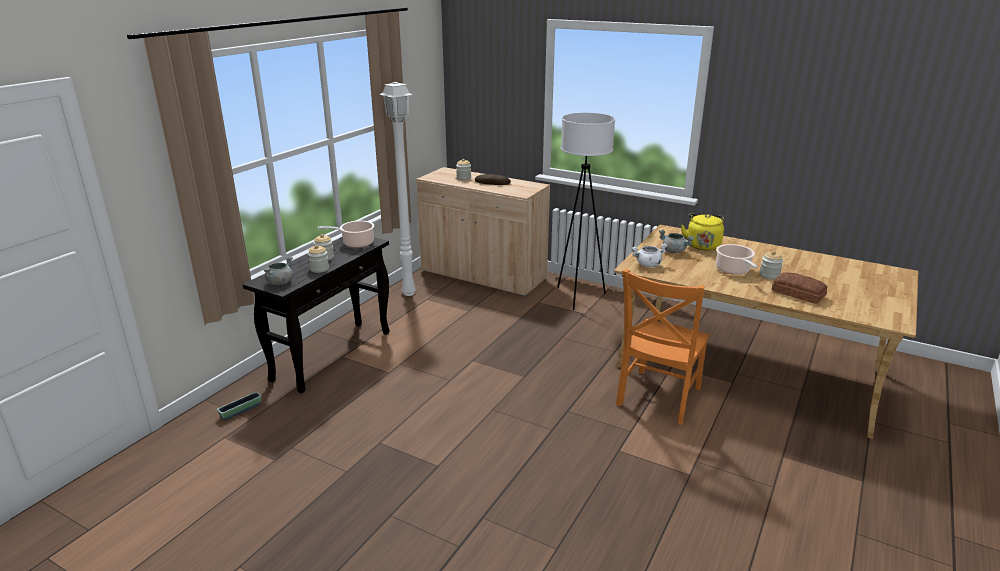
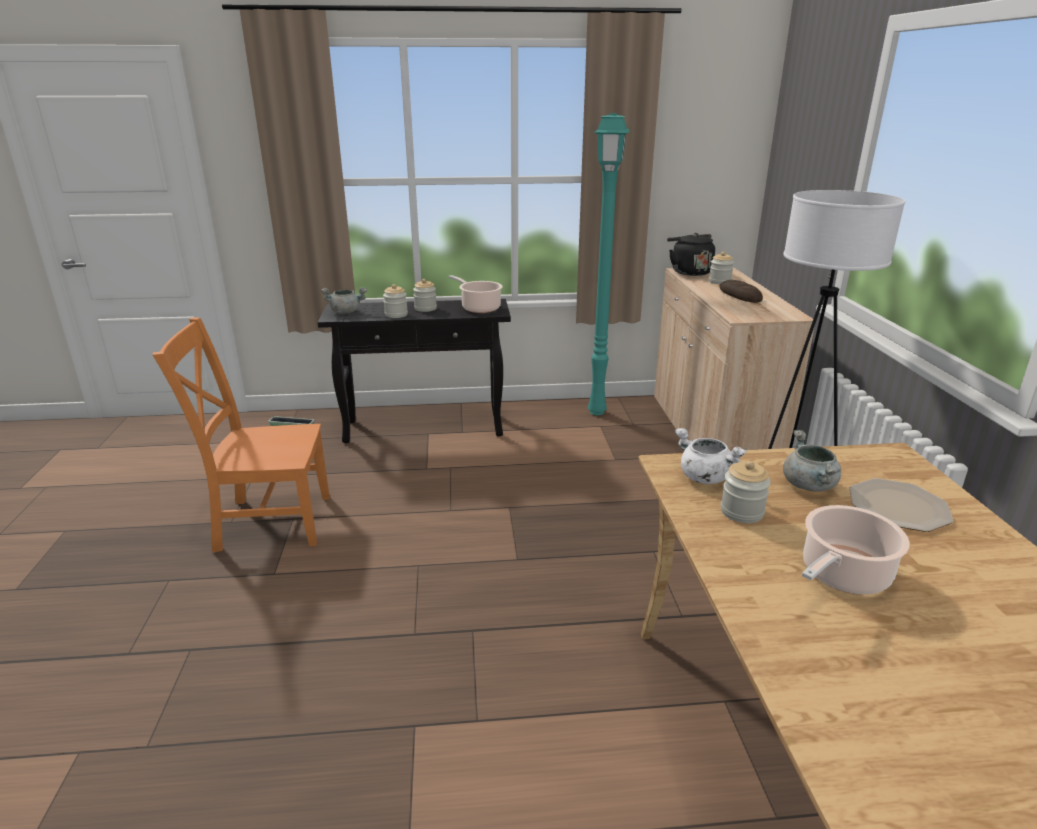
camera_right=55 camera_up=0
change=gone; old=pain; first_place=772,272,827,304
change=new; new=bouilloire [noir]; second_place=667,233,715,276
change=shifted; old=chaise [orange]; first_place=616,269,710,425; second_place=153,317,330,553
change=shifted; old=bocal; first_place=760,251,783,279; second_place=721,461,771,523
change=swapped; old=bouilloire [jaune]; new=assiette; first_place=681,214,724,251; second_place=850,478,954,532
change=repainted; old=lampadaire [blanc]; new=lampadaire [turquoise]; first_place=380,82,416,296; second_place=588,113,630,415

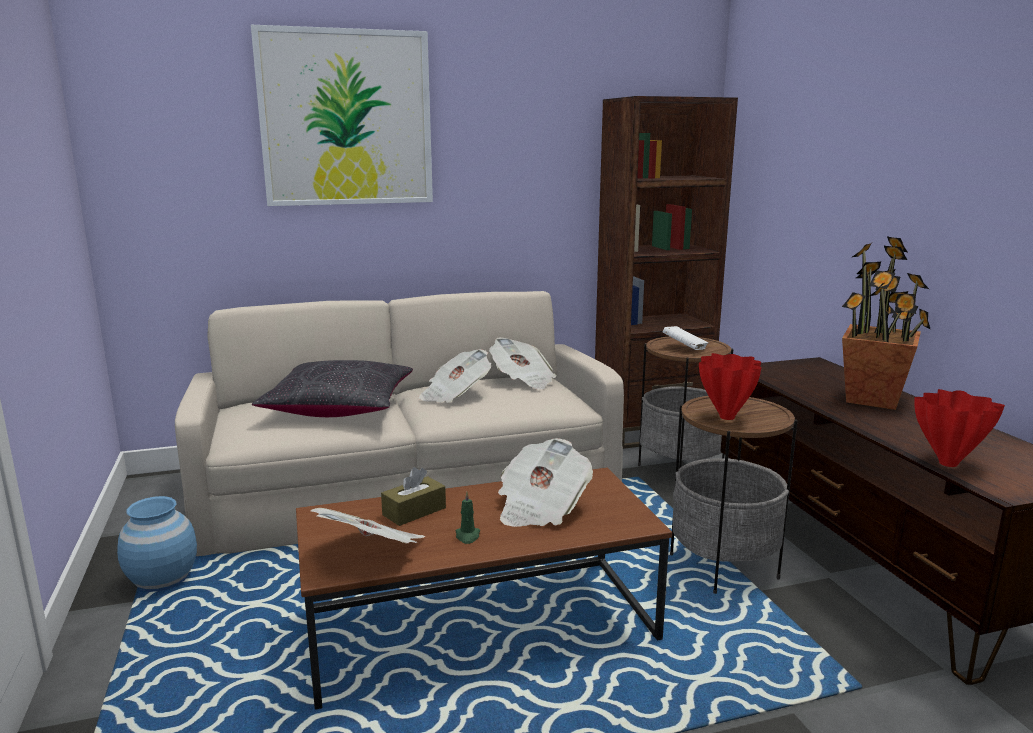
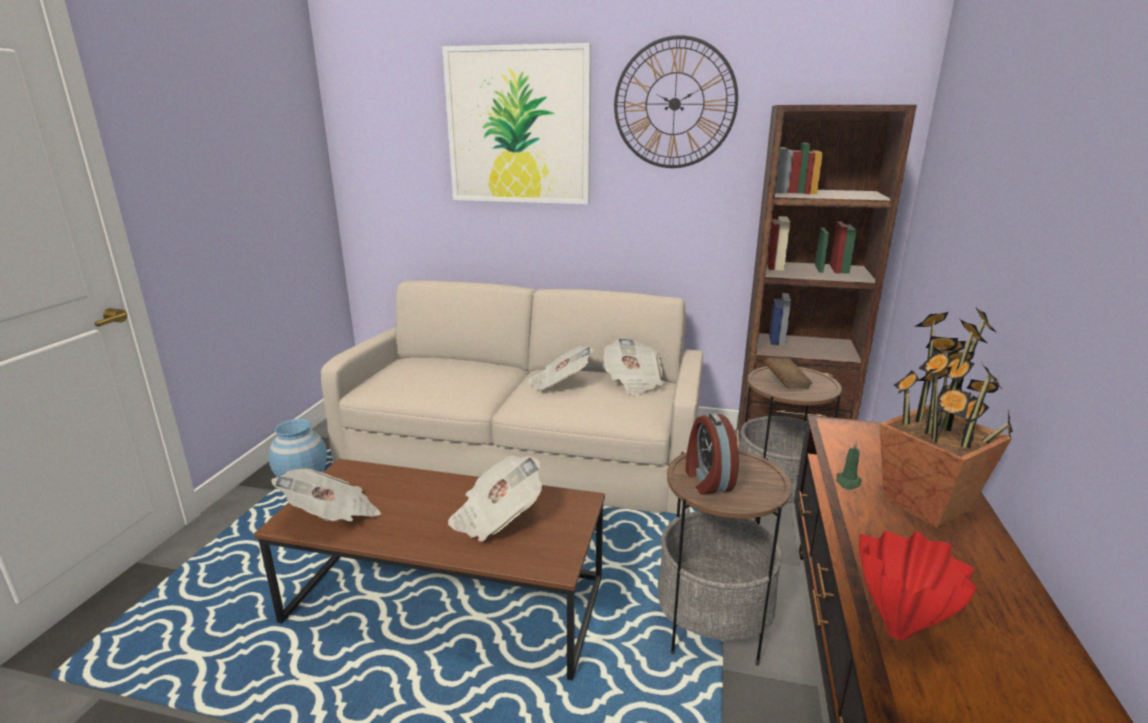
camera_right=30 camera_up=5
change=gone; old=coussin [noir]; first_place=252,360,413,417
change=gone; old=boîte à mouchoirs [marron]; first_place=381,467,446,526
change=new; new=horloge murale; second_place=614,35,738,168
change=shifted; old=bougie [vert]; first_place=456,492,480,544; second_place=836,441,862,490
change=swapped; old=vase [rouge]; new=réveil; first_place=699,353,761,420; second_place=685,413,739,494
change=repainted; old=livre [blanc]; new=livre [marron]; first_place=662,326,708,350; second_place=764,358,813,389

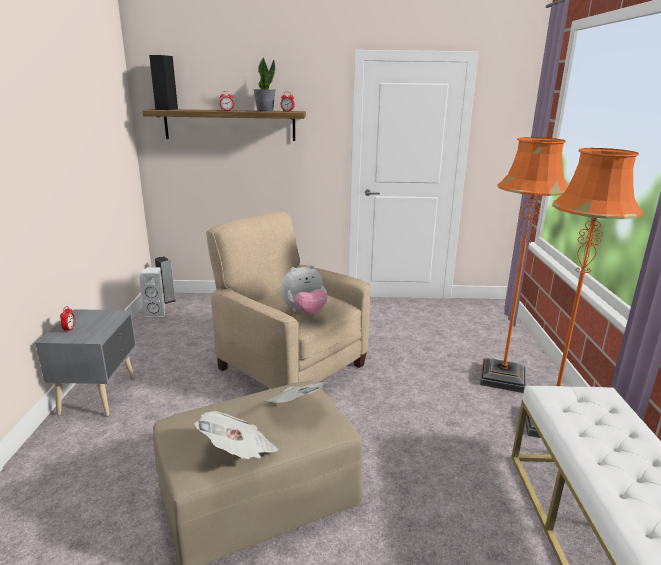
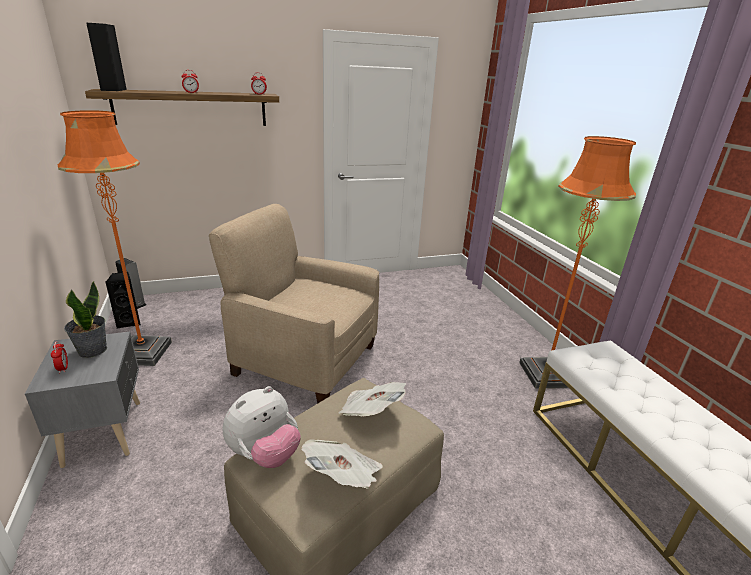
camera_right=-20 camera_up=5
change=shifted; old=plante en pot; first_place=253,57,275,111; second_place=64,281,107,358
change=shifted; old=peluche; first_place=280,265,327,315; second_place=223,386,301,468
change=shifted; old=lampadaire [orange]; first_place=480,137,568,393; second_place=57,110,172,366
change=repainted; old=enceinte [blanc]; new=enceinte [noir]; first_place=139,267,165,317; second_place=105,272,141,328

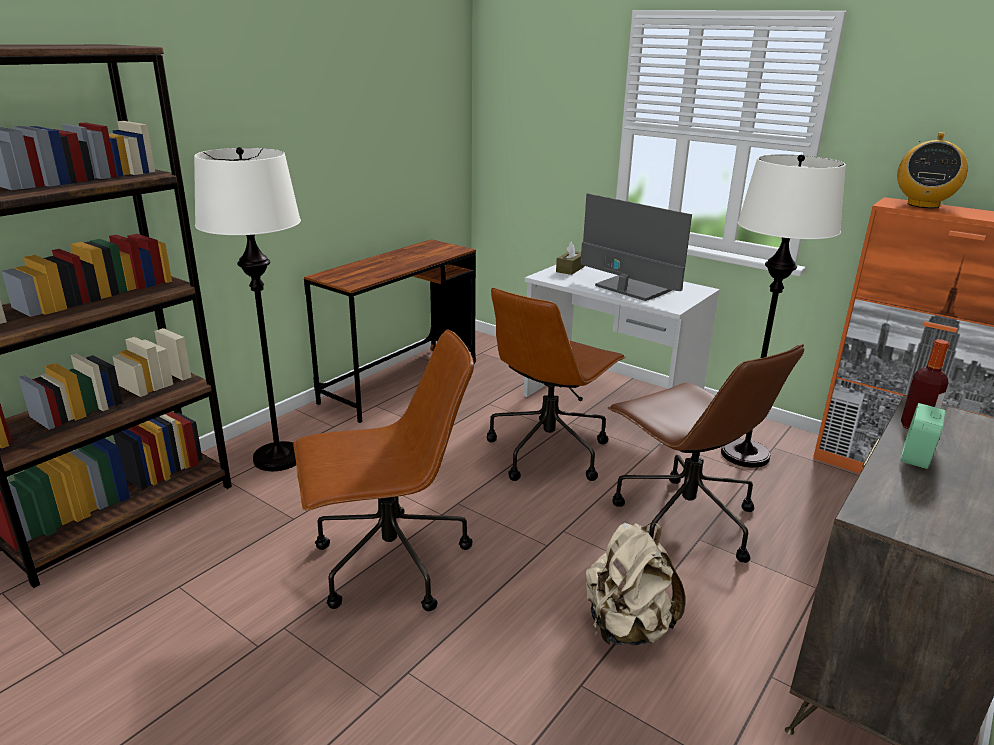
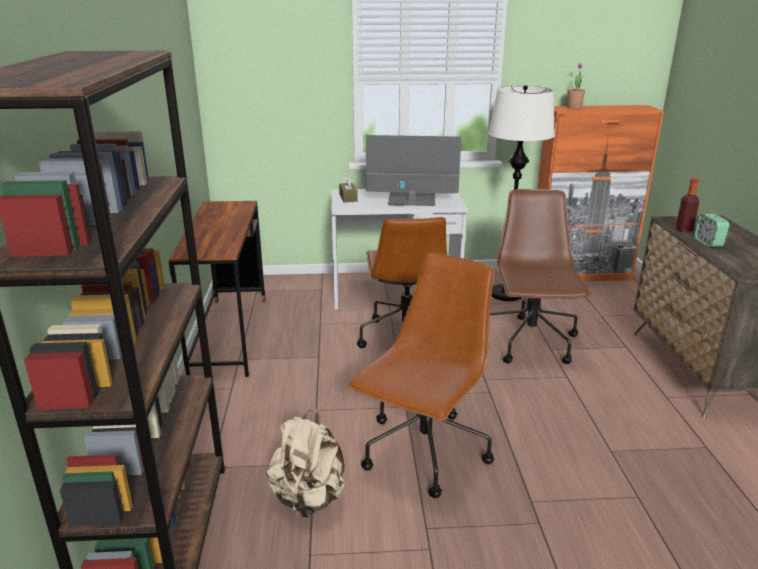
camera_right=-40 camera_up=0
change=gone; old=lampadaire [blanc]; first_place=194,147,301,471
change=shifted; old=sac à dos [beige]; first_place=586,523,685,645; second_place=267,409,345,518
change=swapped; old=radio; new=plante en pot; first_place=897,132,968,208; second_place=567,63,585,109
change=rotated; old=chaise de bureau [marron]; first_place=608,344,804,563; second_place=490,189,590,364; degrees=-105

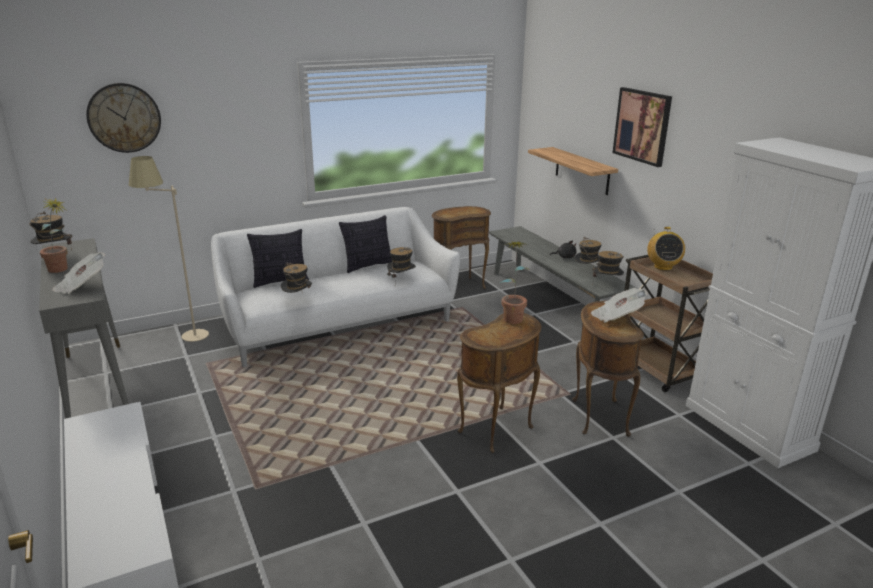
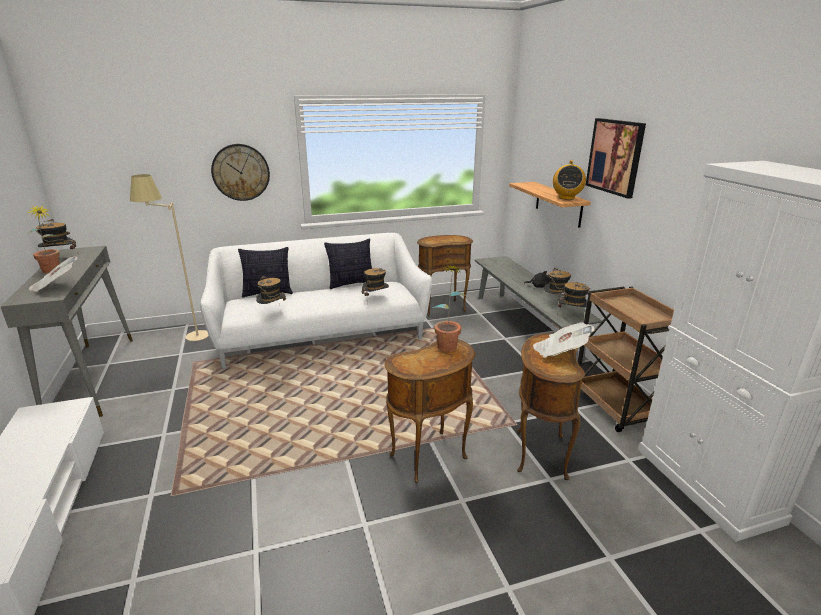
camera_right=10 camera_up=0
change=shifted; old=horloge murale; first_place=86,83,161,153; second_place=211,144,270,201
change=shifted; old=radio; first_place=647,227,685,271; second_place=553,160,586,200

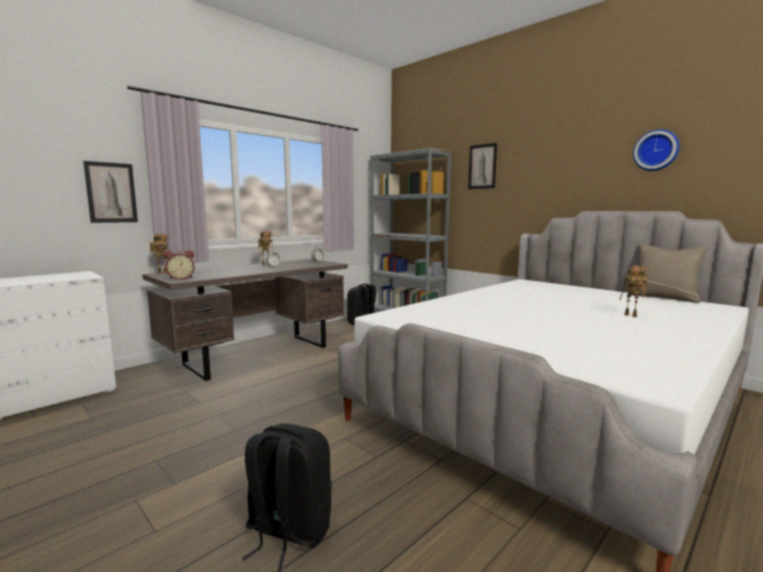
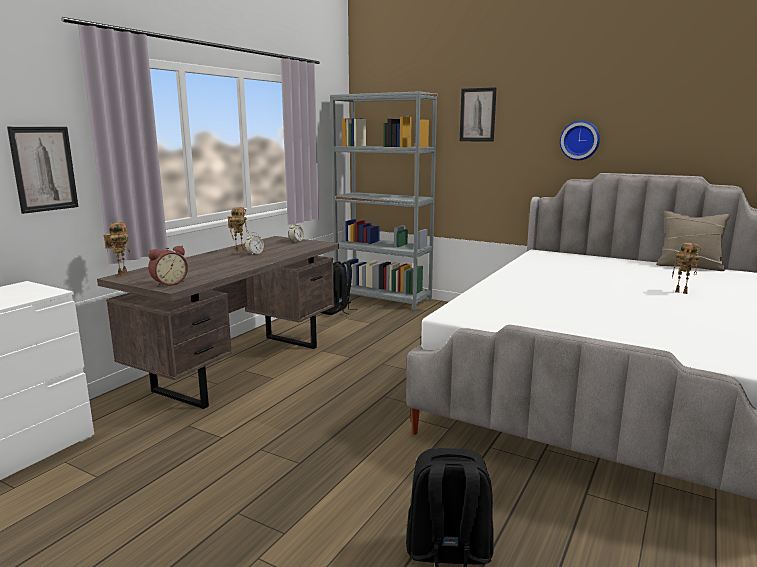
camera_right=-15 camera_up=5
change=shifted; old=horloge murale; first_place=633,129,680,171; second_place=560,121,600,160

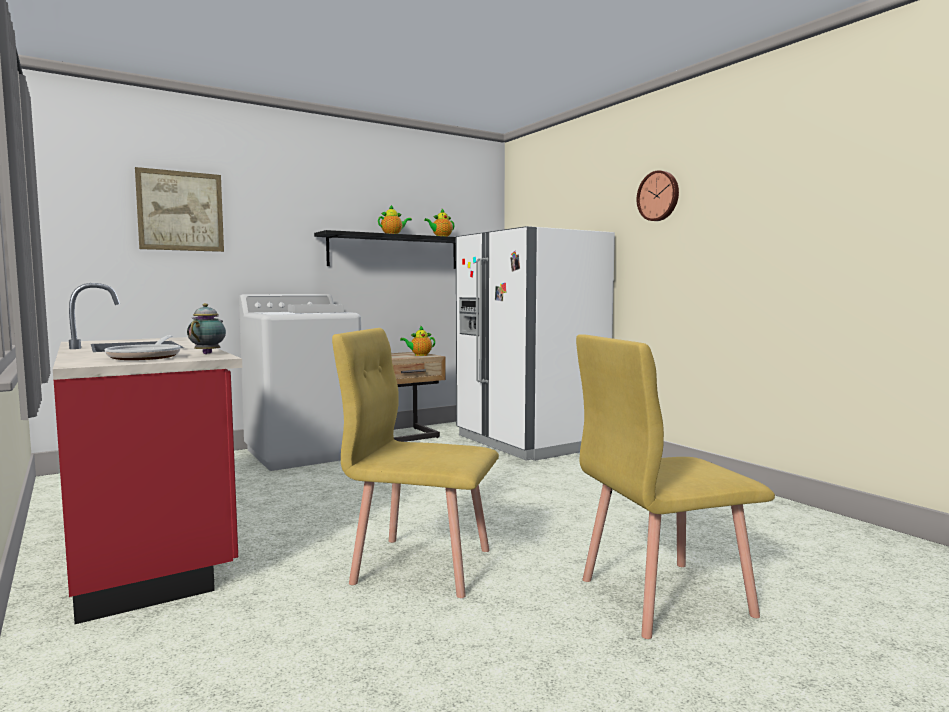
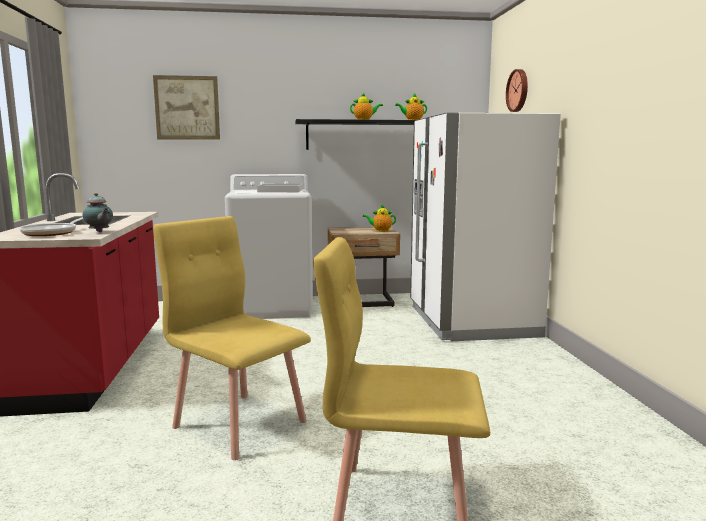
camera_right=25 camera_up=5
change=shifted; old=horloge murale; first_place=637,170,679,221; second_place=506,69,528,112
change=rotated; old=théière; first_place=187,303,226,354; second_place=83,193,113,232; degrees=105

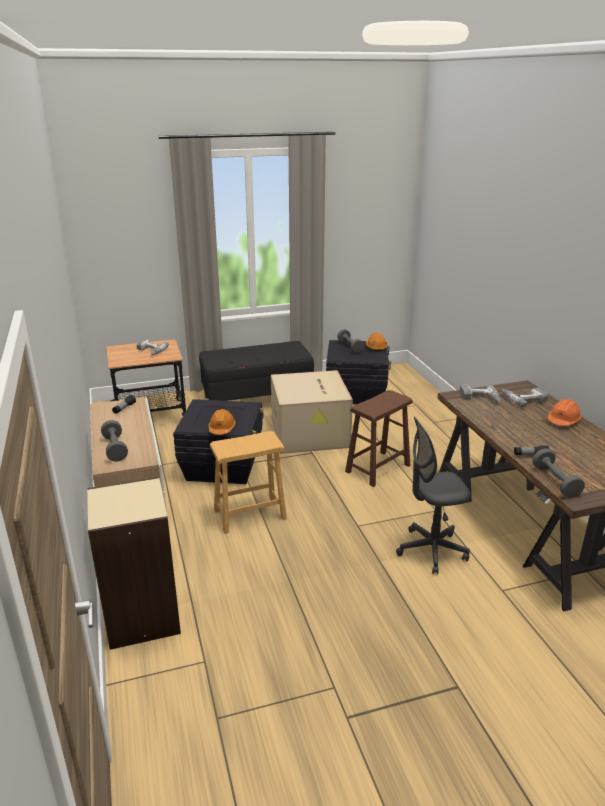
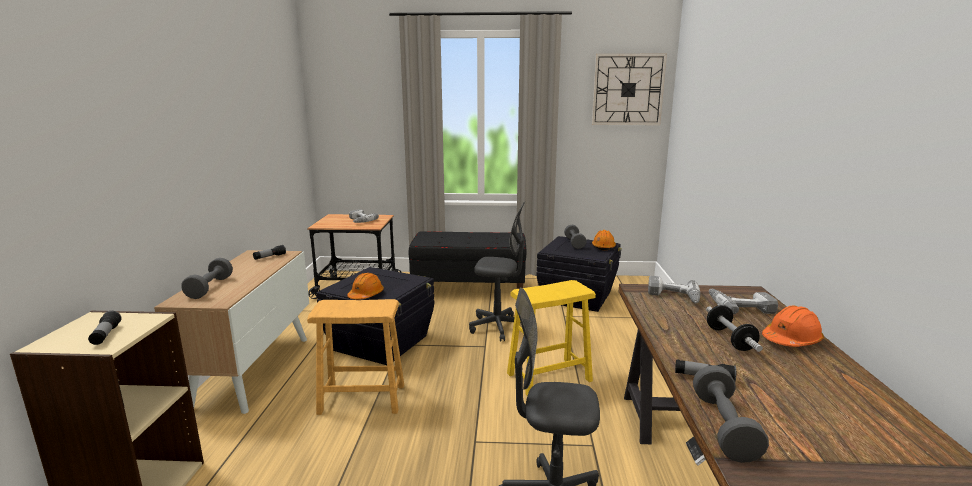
camera_right=20 camera_up=-10
change=new; new=lampe de poche; second_place=88,311,122,345
change=new; new=horloge murale; second_place=592,54,667,125
change=new; new=haltère; second_place=706,305,763,352
change=swapped; old=carton; new=chaise de bureau [gris]; first_place=271,370,353,454; second_place=469,202,525,342
change=repainted; old=tabouret [marron]; new=tabouret [jaune]; first_place=345,390,413,487; second_place=507,280,596,396

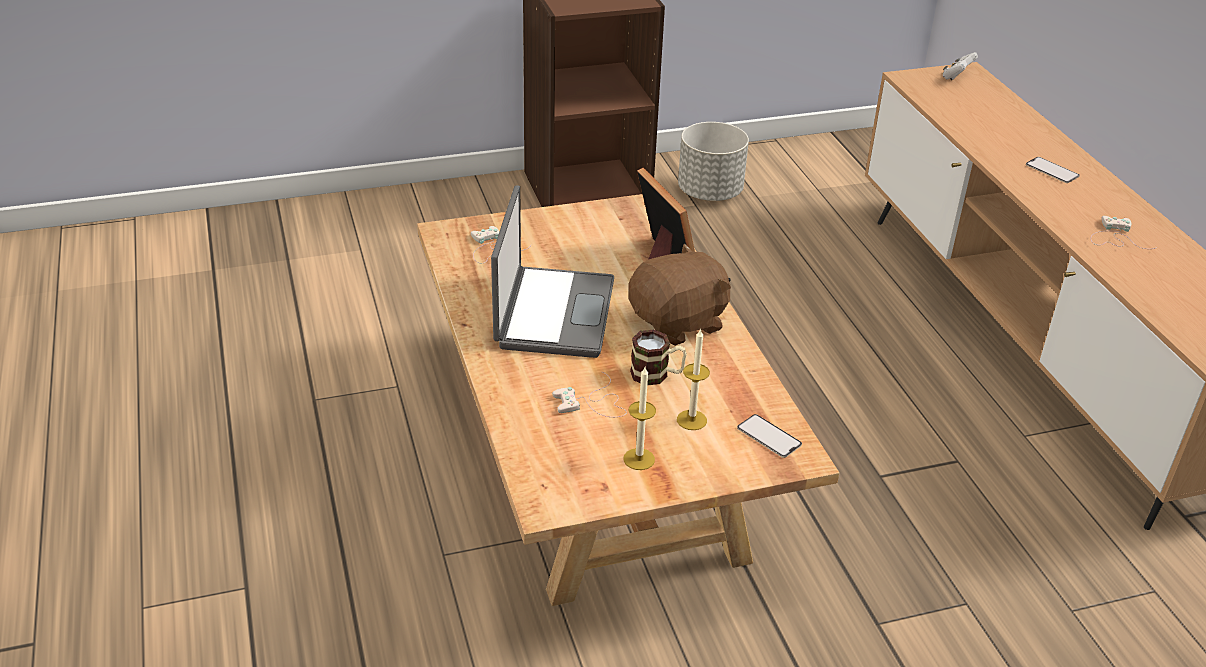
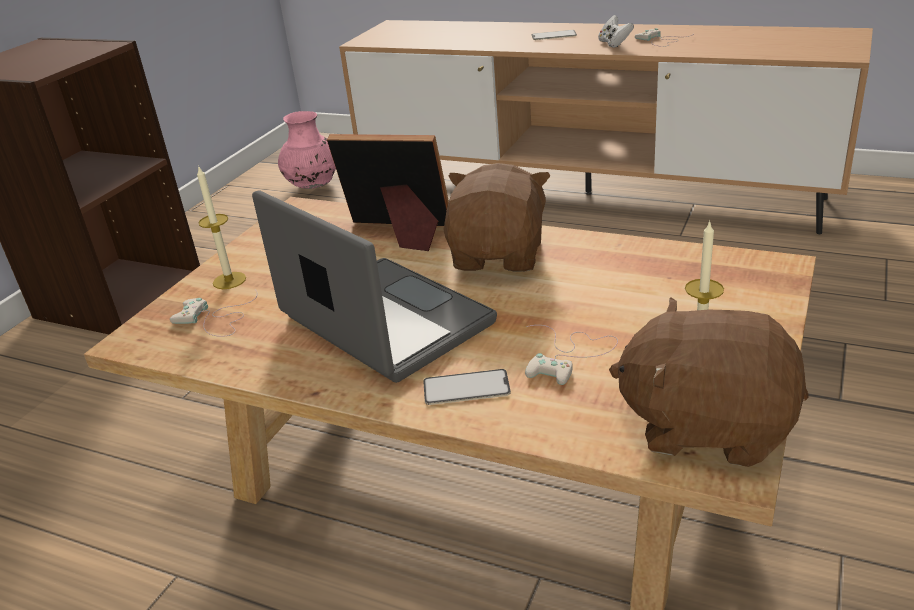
camera_right=-45 camera_up=-5
change=gone; old=mug; first_place=630,329,687,386
change=gone; old=cache-pot [gris]; first_place=678,122,749,201
change=new; new=vase [rose]; second_place=278,111,336,189
change=new; new=peluche [marron]; second_place=609,297,809,467
change=shifted; old=bougie; first_place=677,328,710,430; second_place=197,165,246,289
change=shifted; old=téléphone; first_place=737,414,802,458; second_place=423,369,511,405
change=shifted; old=manette [blanc]; first_place=942,52,978,80; second_place=598,15,634,48

